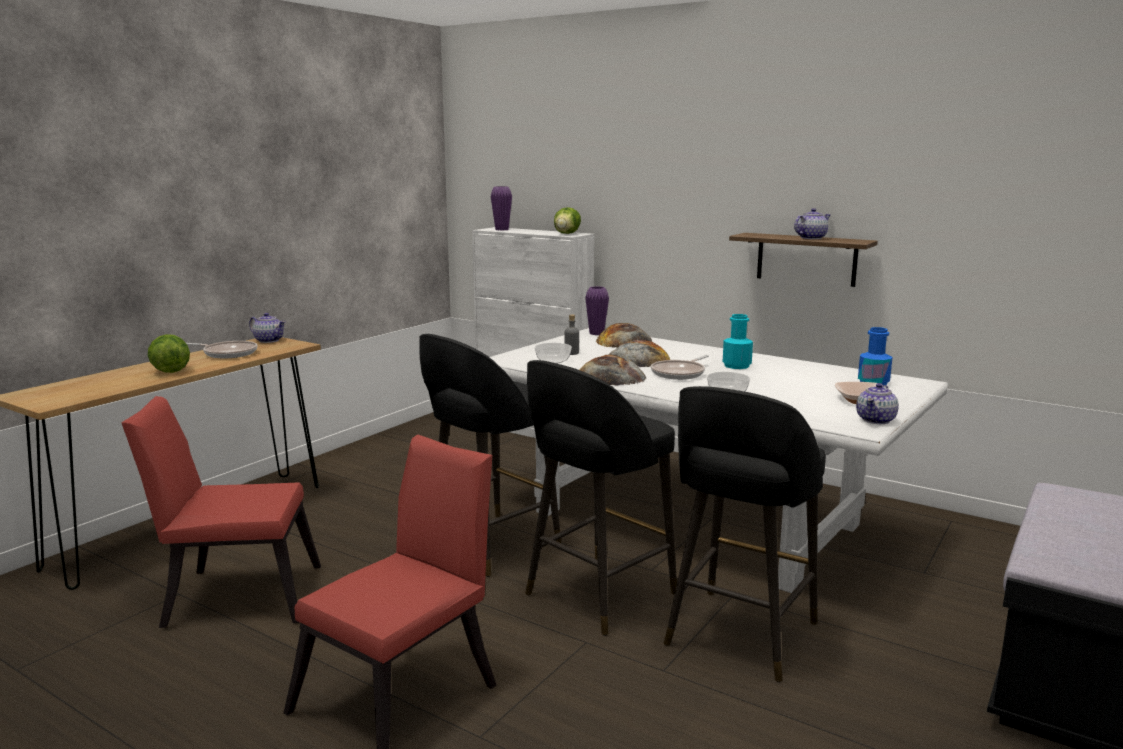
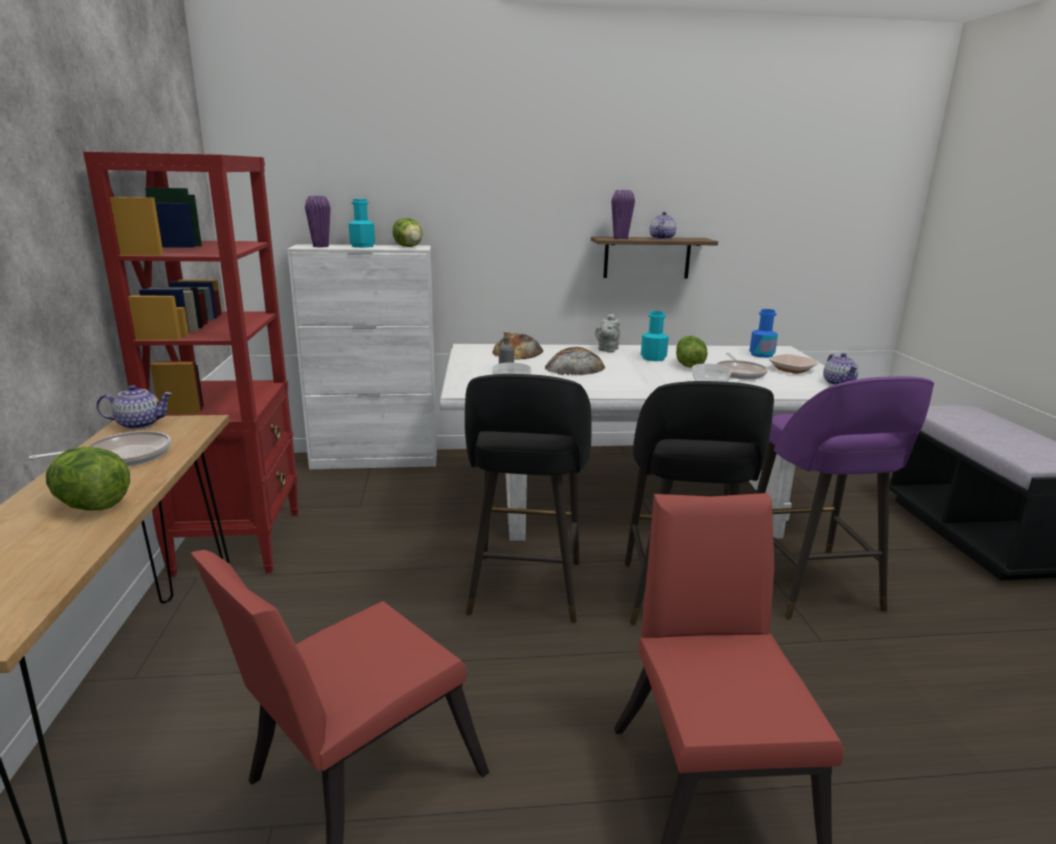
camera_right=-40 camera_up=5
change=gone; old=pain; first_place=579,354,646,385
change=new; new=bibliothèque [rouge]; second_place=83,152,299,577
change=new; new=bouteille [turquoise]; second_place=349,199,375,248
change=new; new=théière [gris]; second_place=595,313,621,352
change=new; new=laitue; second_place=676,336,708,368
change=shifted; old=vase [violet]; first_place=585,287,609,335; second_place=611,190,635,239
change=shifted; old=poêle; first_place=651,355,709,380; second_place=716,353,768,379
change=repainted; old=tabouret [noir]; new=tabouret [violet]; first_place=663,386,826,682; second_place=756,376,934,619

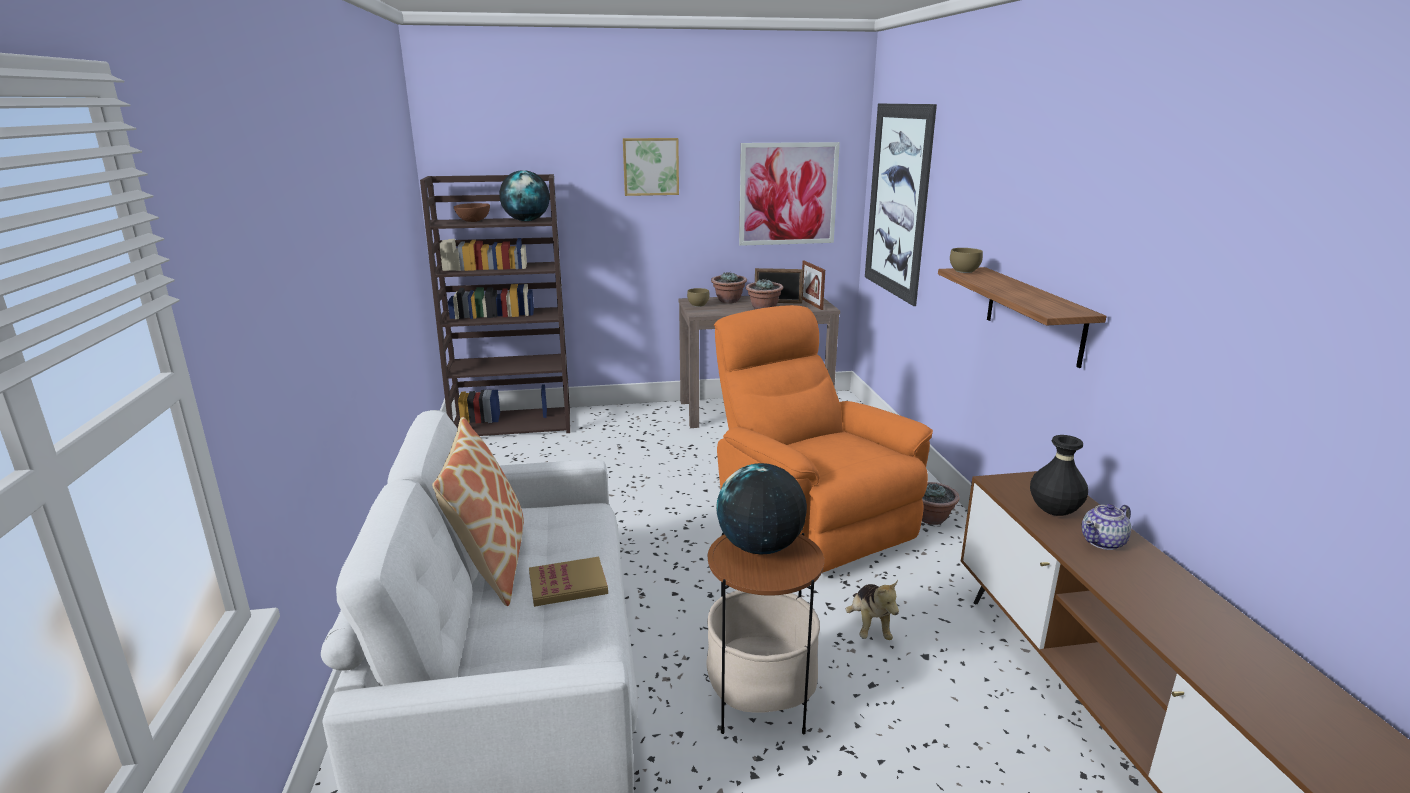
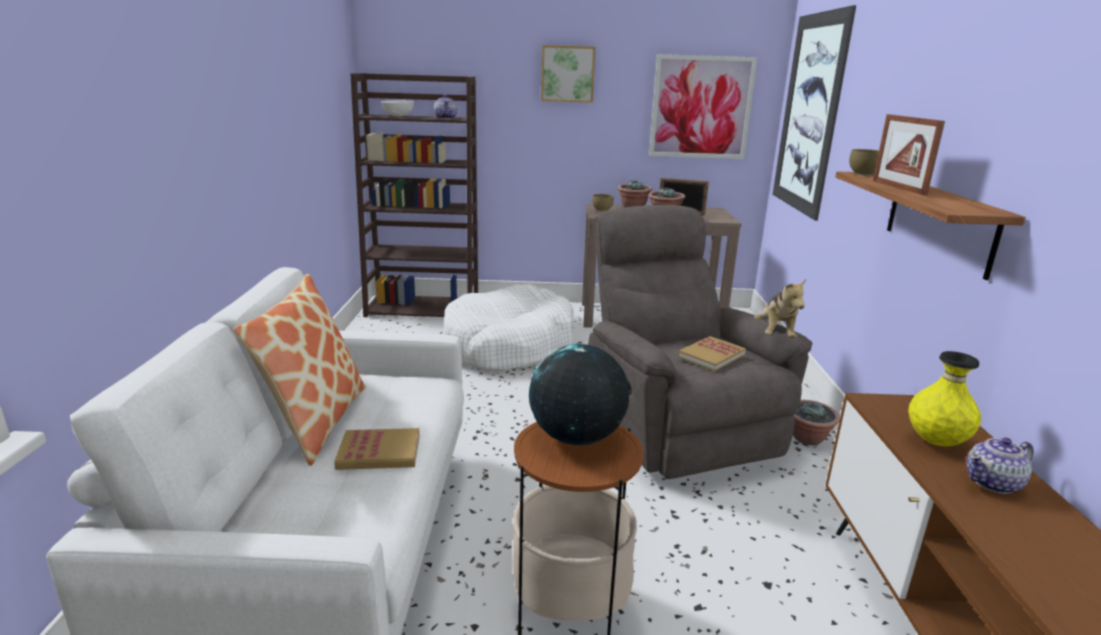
camera_right=10 camera_up=0
change=new; new=panier pour chien [blanc]; second_place=443,284,574,371
change=new; new=livre; second_place=677,336,746,371
change=shifted; old=cadre photo; first_place=802,261,825,310; second_place=873,114,945,196
change=shifted; old=peluche; first_place=846,580,899,640; second_place=754,279,806,338
change=swapped; old=globe; new=théière; first_place=499,170,550,221; second_place=434,94,457,119
change=repainted; old=bol [marron]; new=bol [blanc]; first_place=454,203,490,222; second_place=381,100,414,117
change=repainted; old=fauteuil [orange]; new=fauteuil [gris]; first_place=714,305,933,573; second_place=588,205,812,479
change=repainted; old=vase [noir]; new=vase [jaune]; first_place=1030,435,1088,516; second_place=908,351,981,447

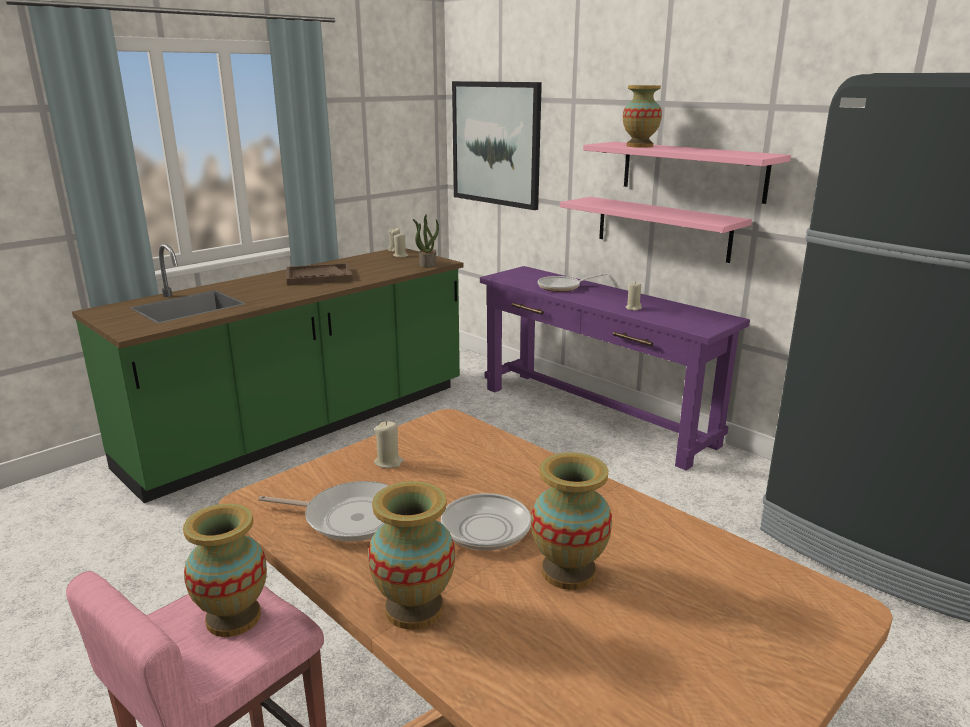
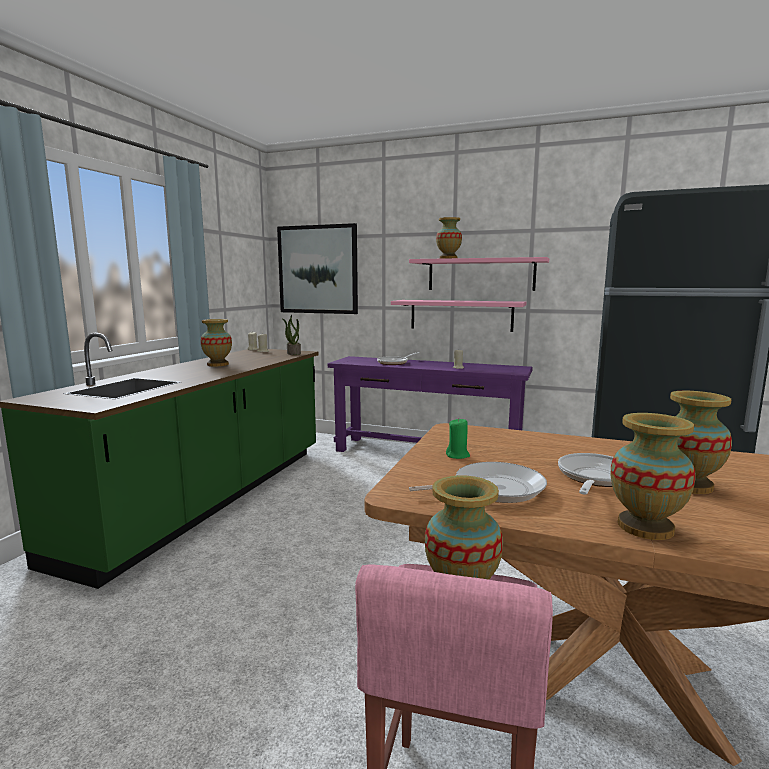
camera_right=-25 camera_up=-10
change=swapped; old=plateau [marron]; new=vase; first_place=287,263,353,285; second_place=201,319,232,366
change=repainted; old=bougie [beige]; new=bougie [vert]; first_place=374,421,404,468; second_place=446,418,470,459

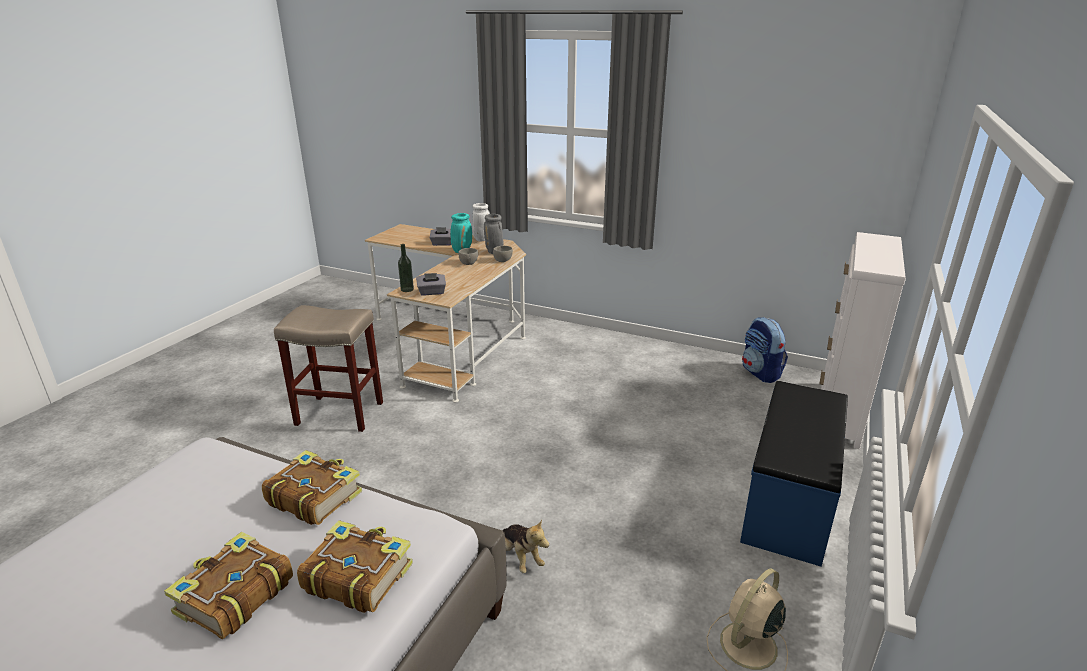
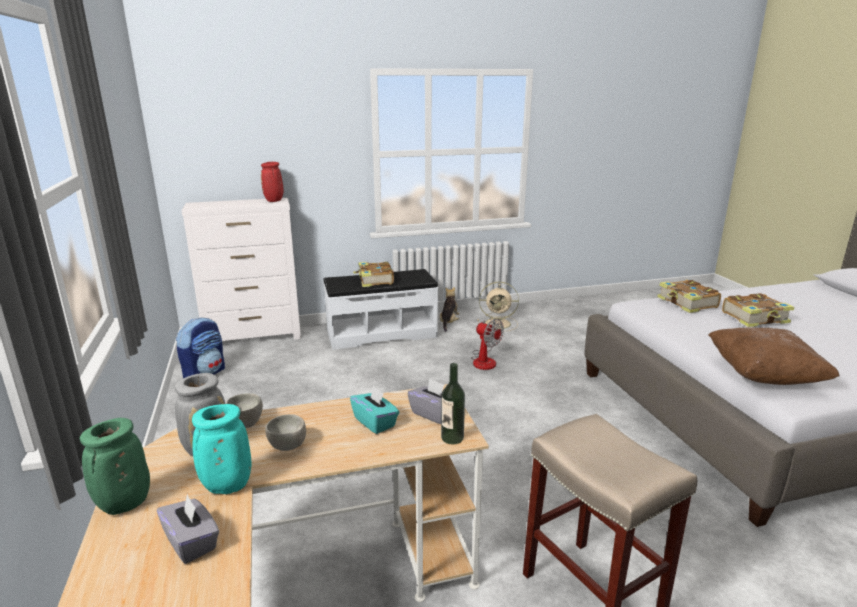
camera_right=-130 camera_up=-5
change=new; new=vase [rouge]; second_place=261,162,284,202
change=new; new=boîte à mouchoirs [turquoise]; second_place=350,386,399,434
change=new; new=ventilateur; second_place=471,319,504,370
change=new; new=coussin [marron]; second_place=708,328,839,385
change=shifted; old=livre; first_place=262,450,362,525; second_place=353,262,394,287
change=shifted; old=peluche; first_place=503,520,549,573; second_place=440,287,459,332
change=repainted; old=vase [blanc]; new=vase [vert]; first_place=472,203,490,241; second_place=80,418,150,515
change=repainted; old=banc [bleu]; new=banc [blanc]; first_place=740,381,848,567; second_place=323,269,438,350

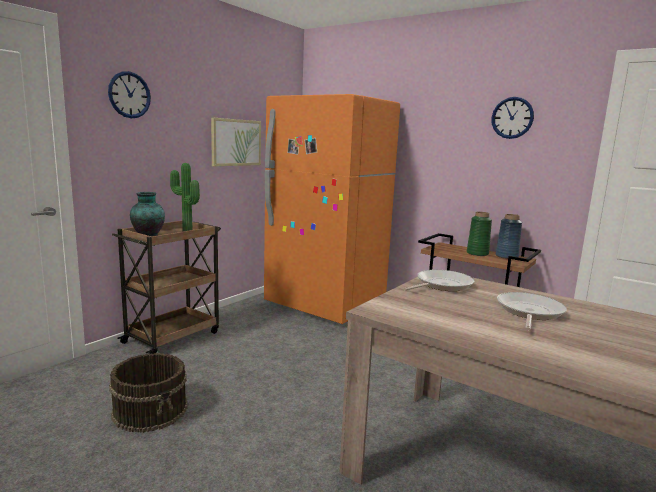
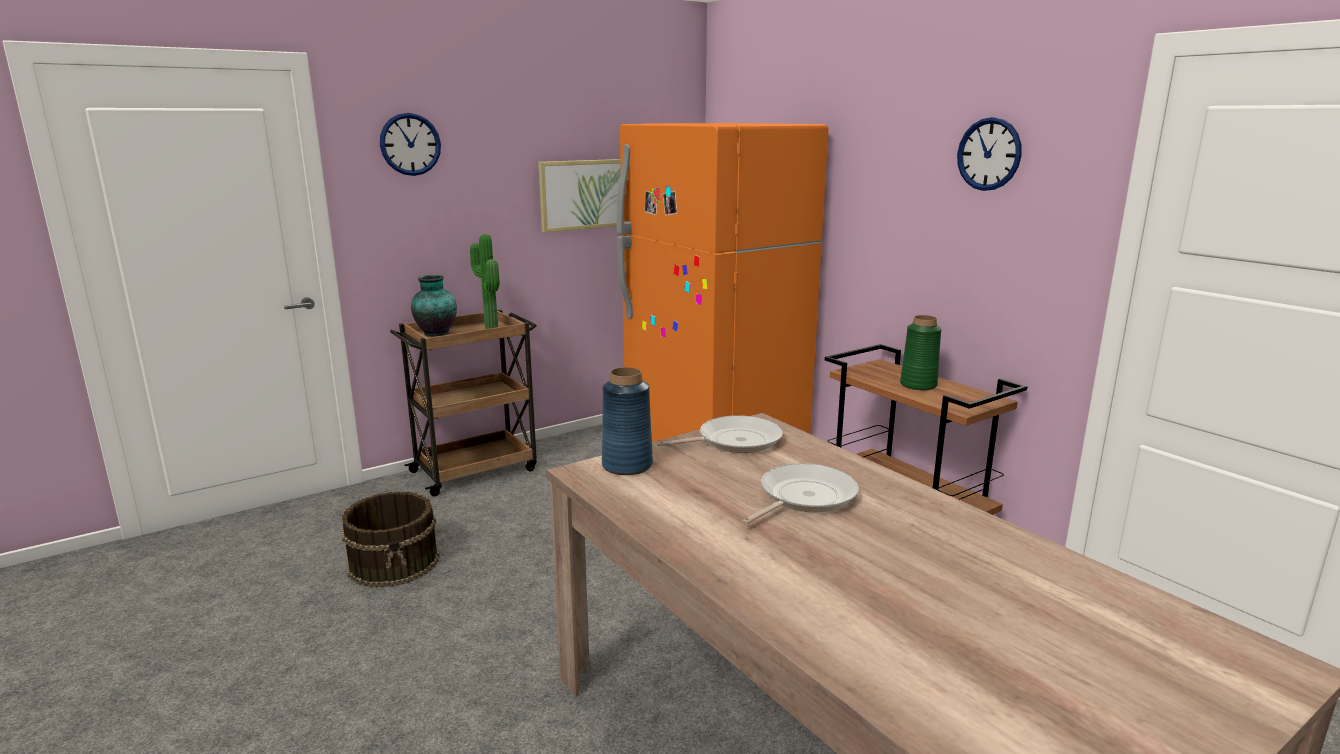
camera_right=20 camera_up=5
change=shifted; old=vase [bleu]; first_place=496,214,522,259; second_place=602,367,653,475

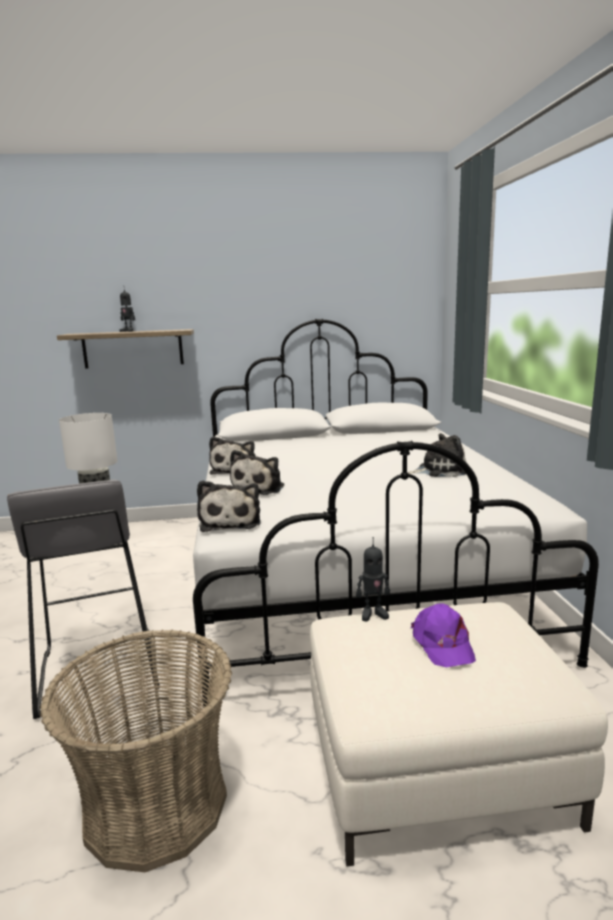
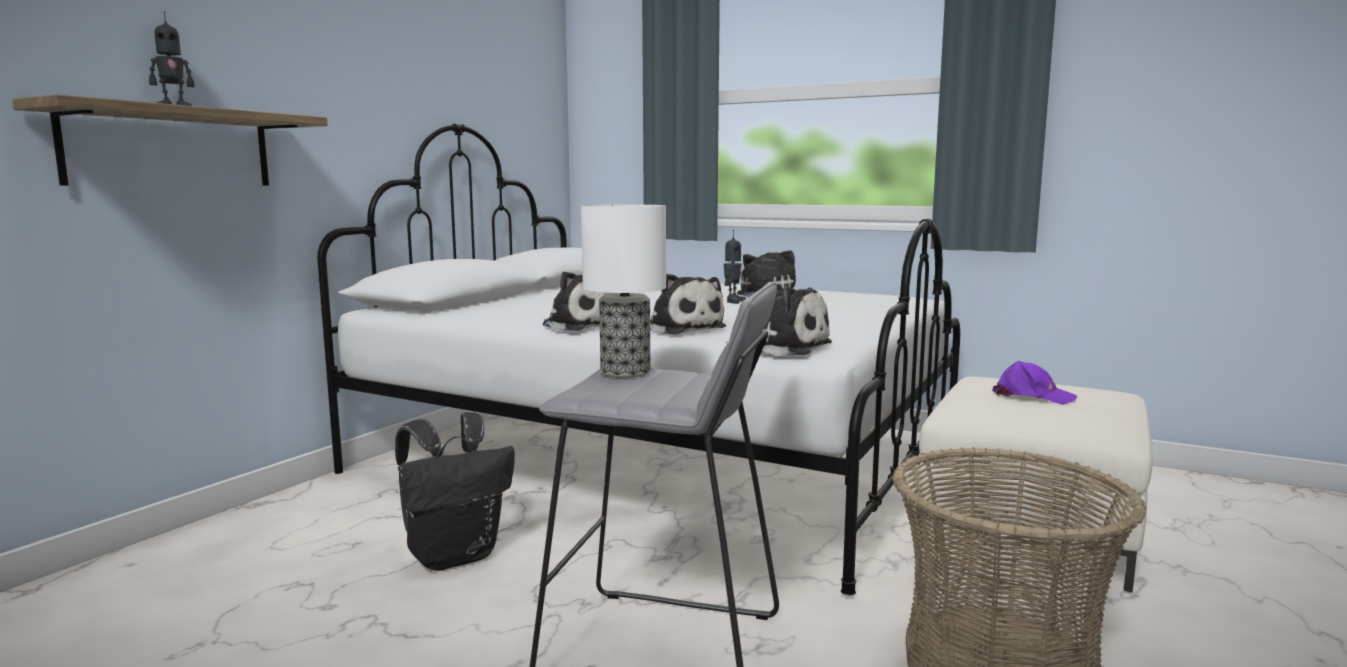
camera_right=-55 camera_up=-5
change=new; new=sac à dos [noir]; second_place=395,412,515,571
change=shifted; old=robot jouet; first_place=356,537,390,621; second_place=724,230,746,304

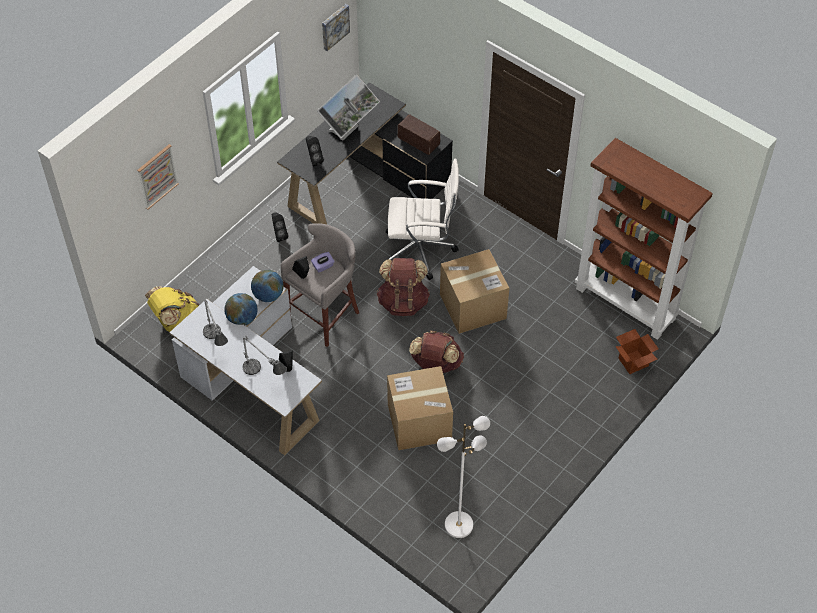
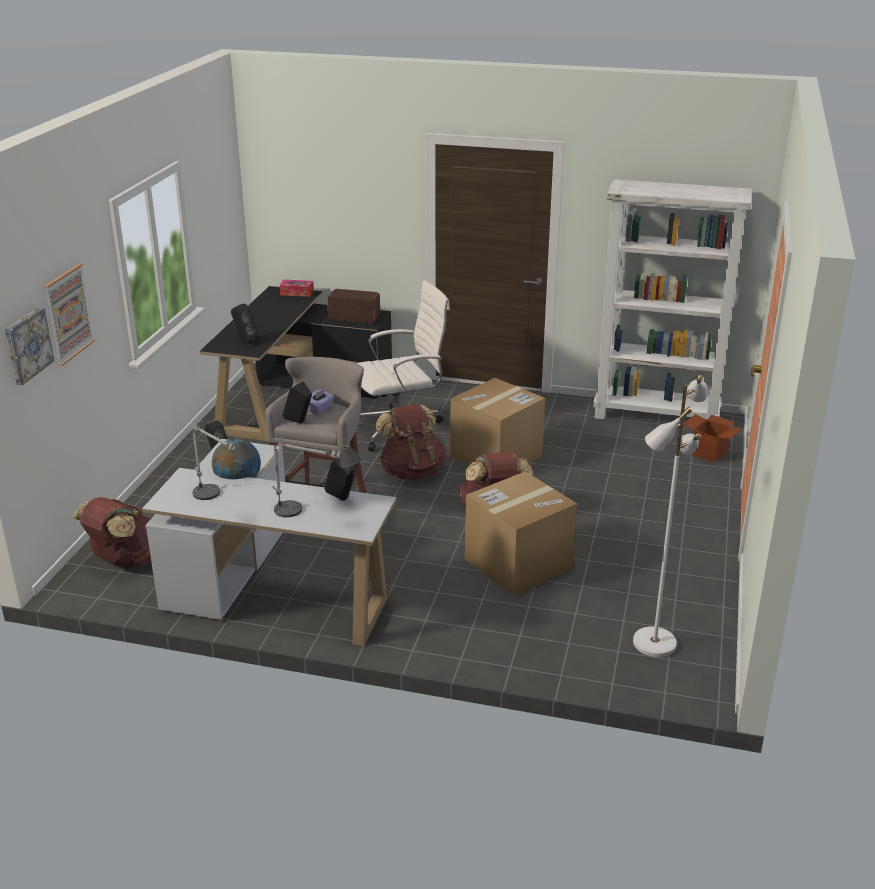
camera_right=-25 camera_up=-25
change=gone; old=globe; first_place=251,270,284,302
change=gone; old=écran d'ordinateur; first_place=317,74,380,141
change=new; new=boîte à mouchoirs; second_place=279,280,314,297
change=shifted; old=tableau; first_place=322,4,350,51; second_place=5,307,54,385
change=repainted; old=sac à dos [jaune]; new=sac à dos [marron]; first_place=145,286,199,332; second_place=72,497,151,569
change=repainted; old=bibliothèque [marron]; new=bibliothèque [blanc]; first_place=575,138,713,340; second_place=593,179,751,419

